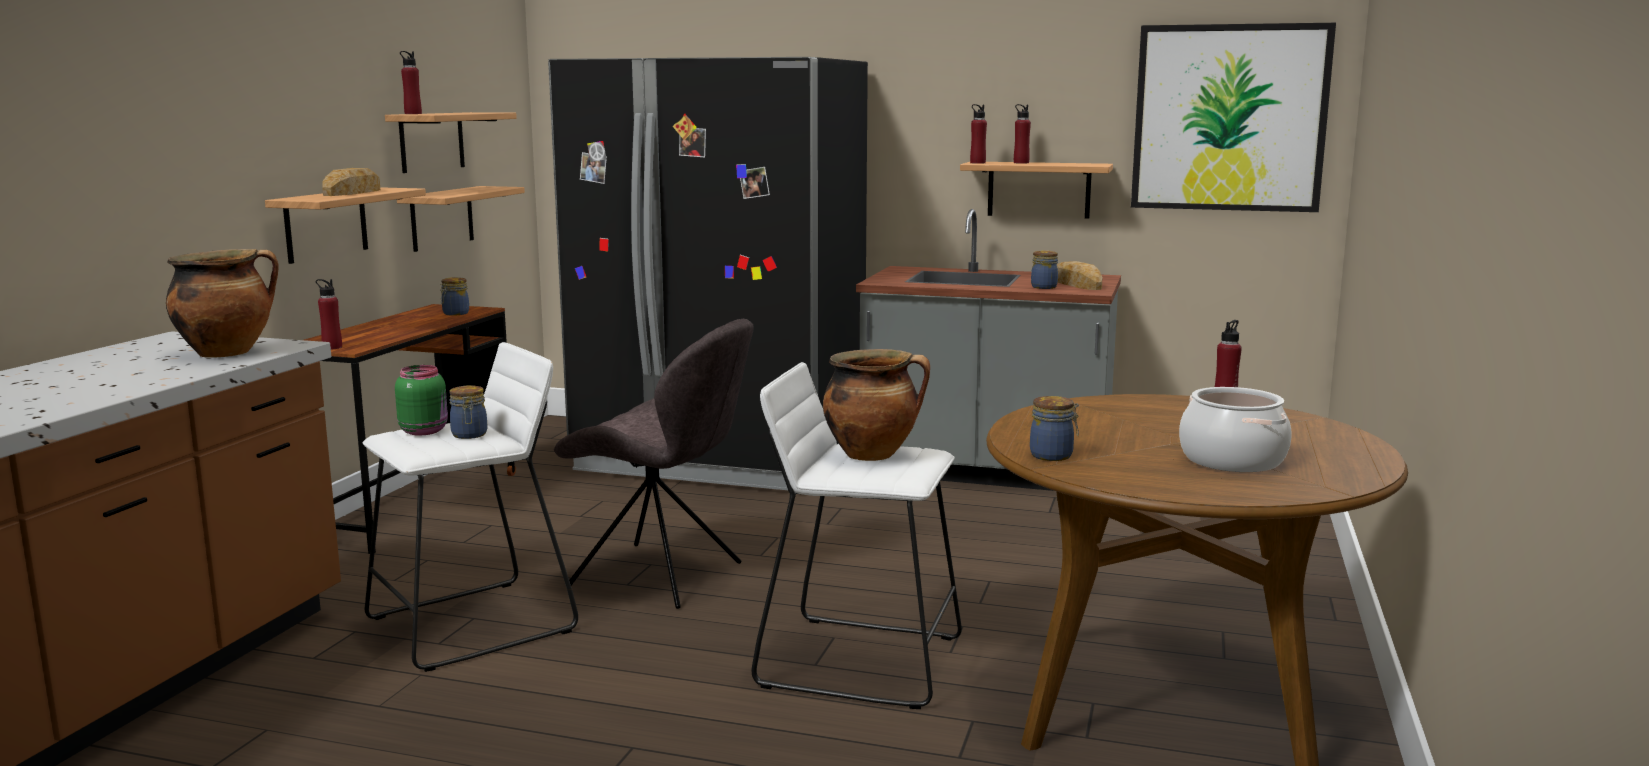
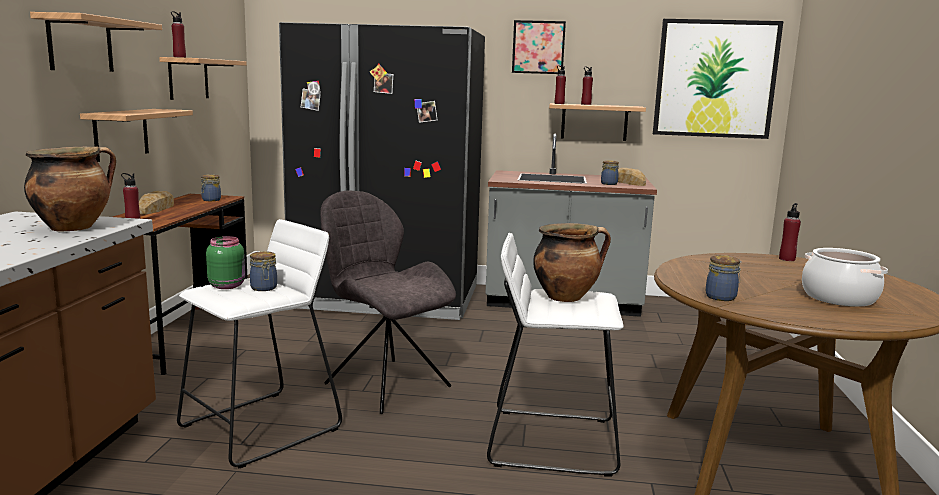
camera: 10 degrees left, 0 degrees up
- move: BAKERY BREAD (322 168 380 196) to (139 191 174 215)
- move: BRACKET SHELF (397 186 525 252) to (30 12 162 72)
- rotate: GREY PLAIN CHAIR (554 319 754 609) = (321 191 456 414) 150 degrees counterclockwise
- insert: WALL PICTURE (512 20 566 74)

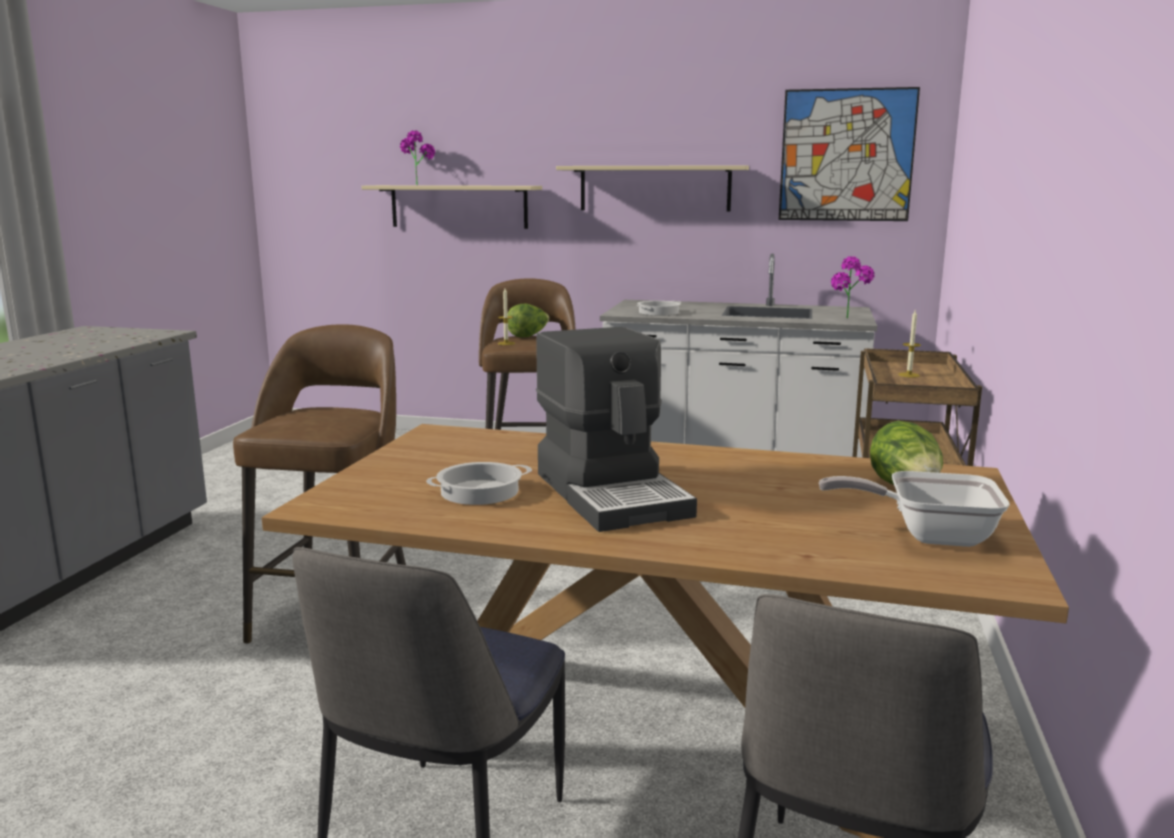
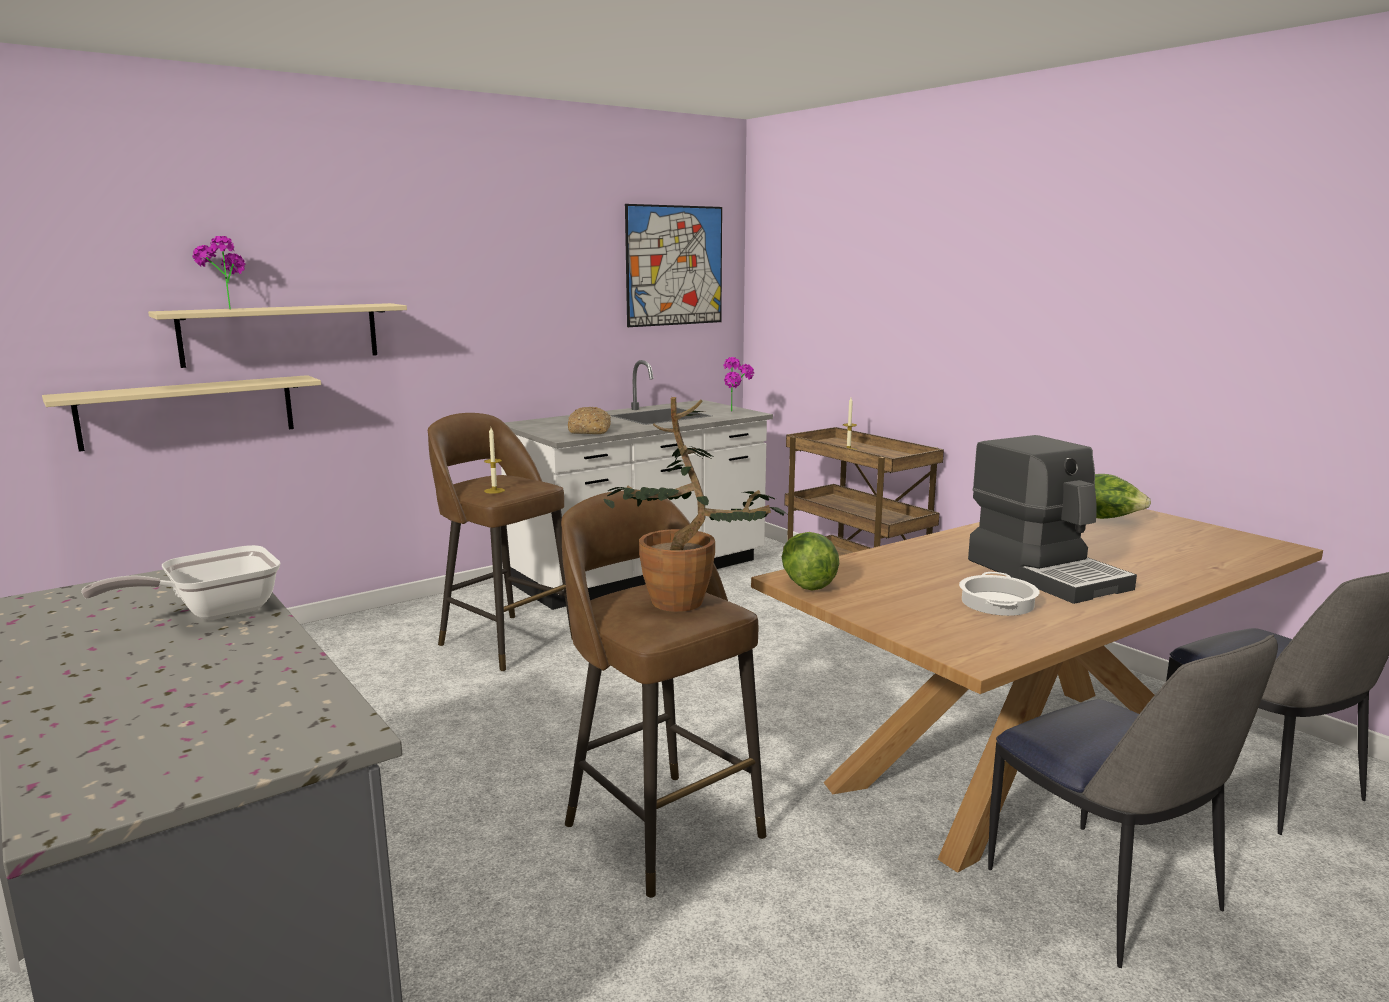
camera: 50 degrees left, 0 degrees up
- move: BEIGE BRACKET SHELF (556 165 749 212) to (42 375 321 452)
- replace: SAUCEPOT (636 301 681 316) to BAKERY BREAD (568 407 611 434)
- move: LETTUCE HEAD (507 304 550 337) to (782 532 839 591)
- rotate: COFFEE MACHINE (536 327 697 532) = (968 435 1137 604) 45 degrees clockwise
- move: PAN (819 471 1010 547) to (81 545 281 620)
- insert: HOUSEPLANT (604 397 787 612)

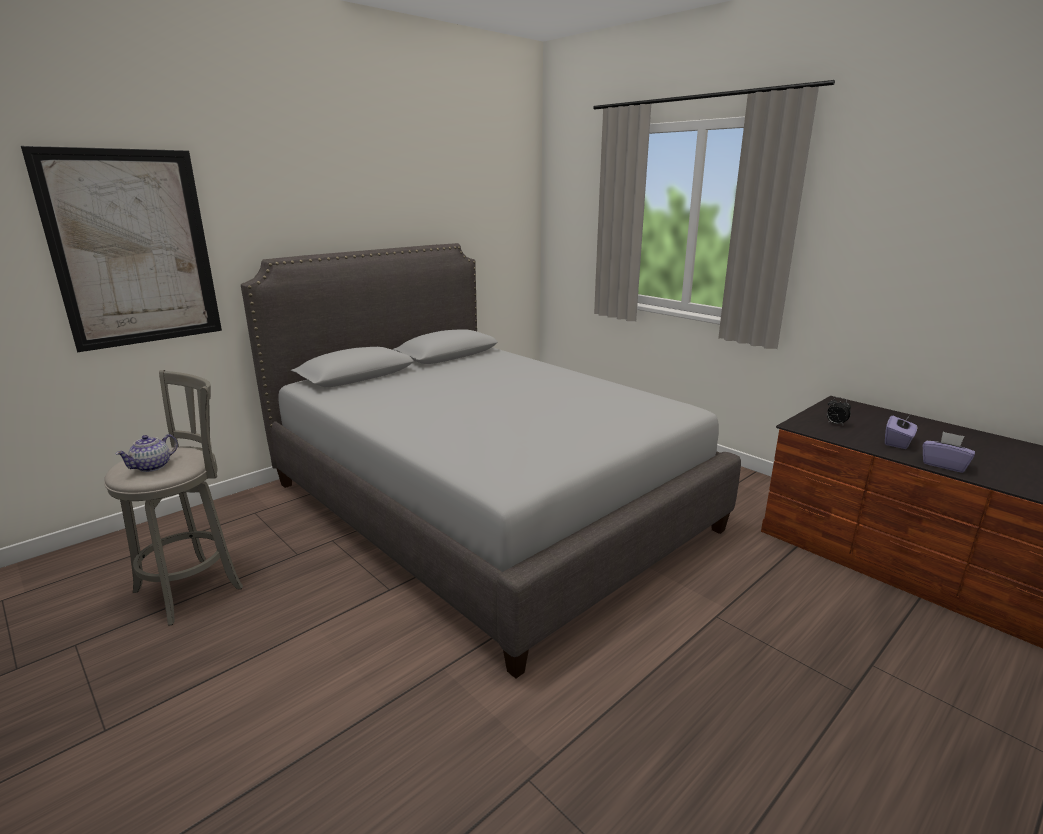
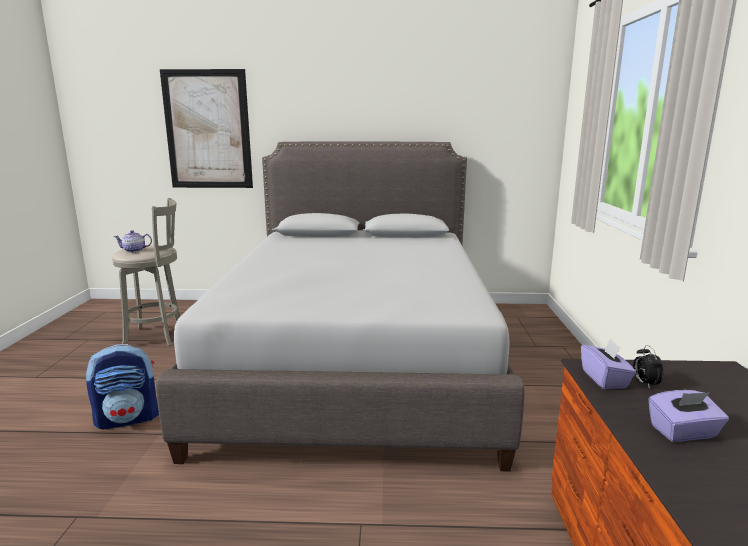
camera: 45 degrees right, 5 degrees down
- move: PURPLISH TISSUE BOX (923 431 975 473) to (581 338 636 389)
- insert: BACKPACK (86 344 159 429)

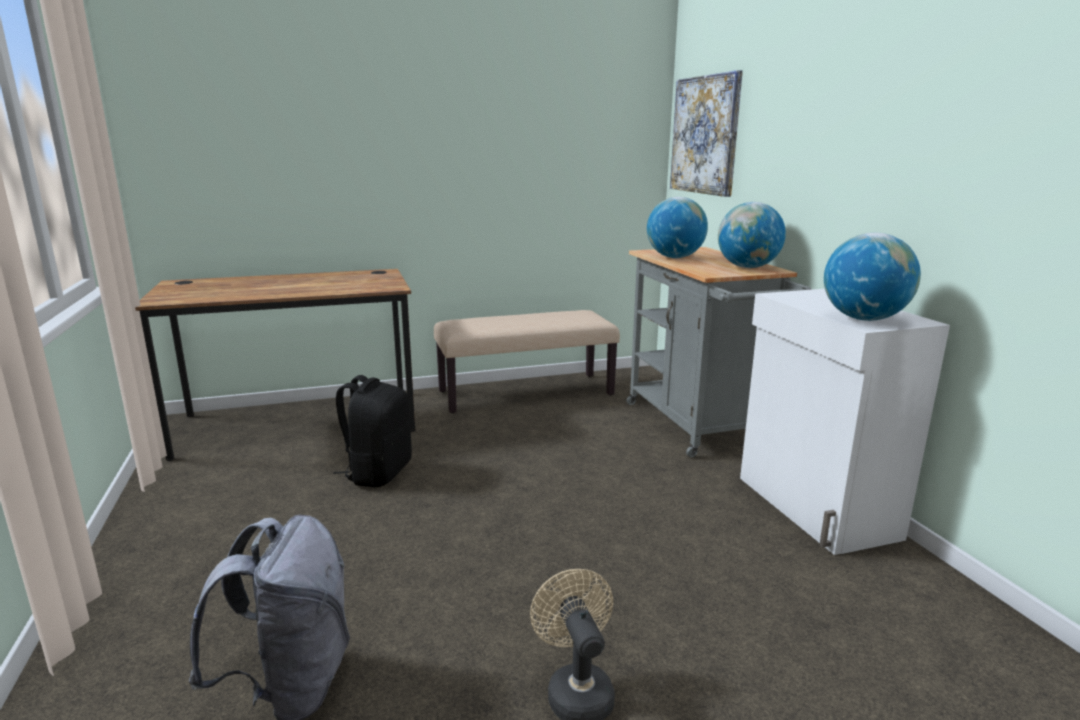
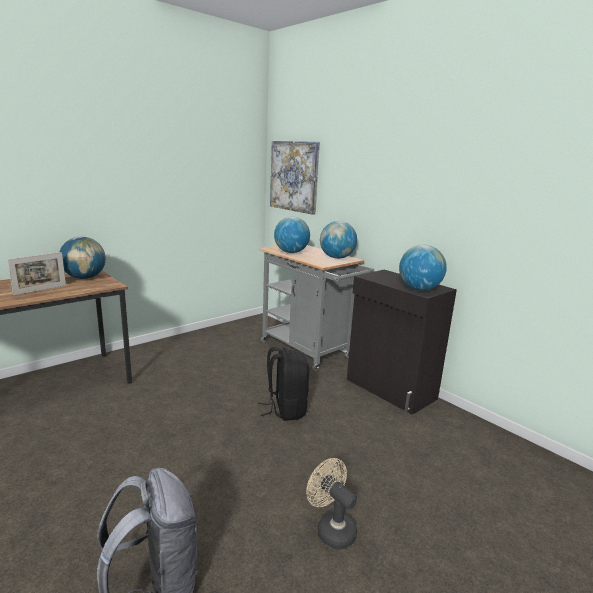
camera: 25 degrees left, 0 degrees up
- recolor: WHITE CABINET (740 289 950 555) to BLACK-COLOURED CABINET (347 270 457 414)
- delete: BEIGE LONG SEAT (434 310 620 413)
- move: BLACK-COLOURED BACKPACK (333 375 412 487) to (258 347 309 421)
- insert: GLOBE (60 237 106 279)
- insert: PHOTO FRAME (7 252 66 295)

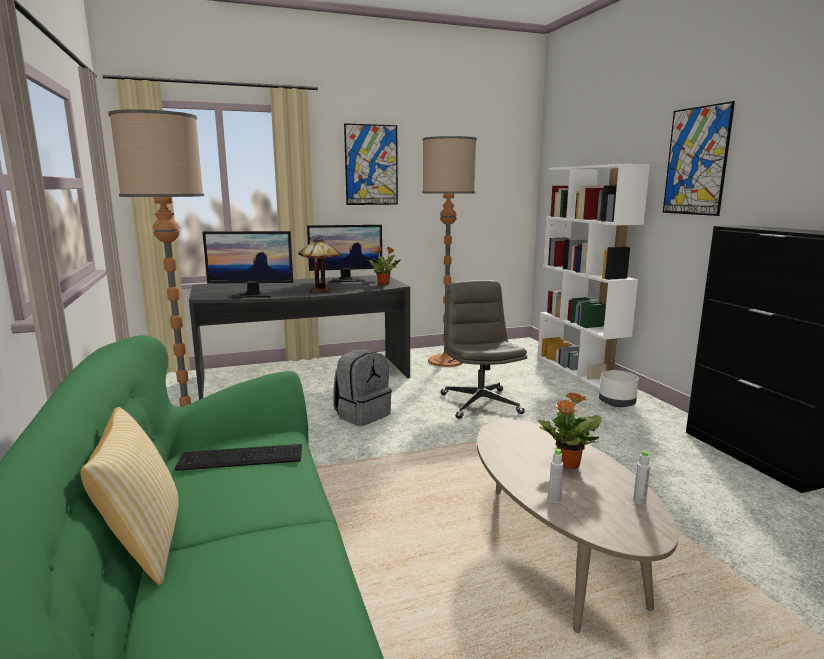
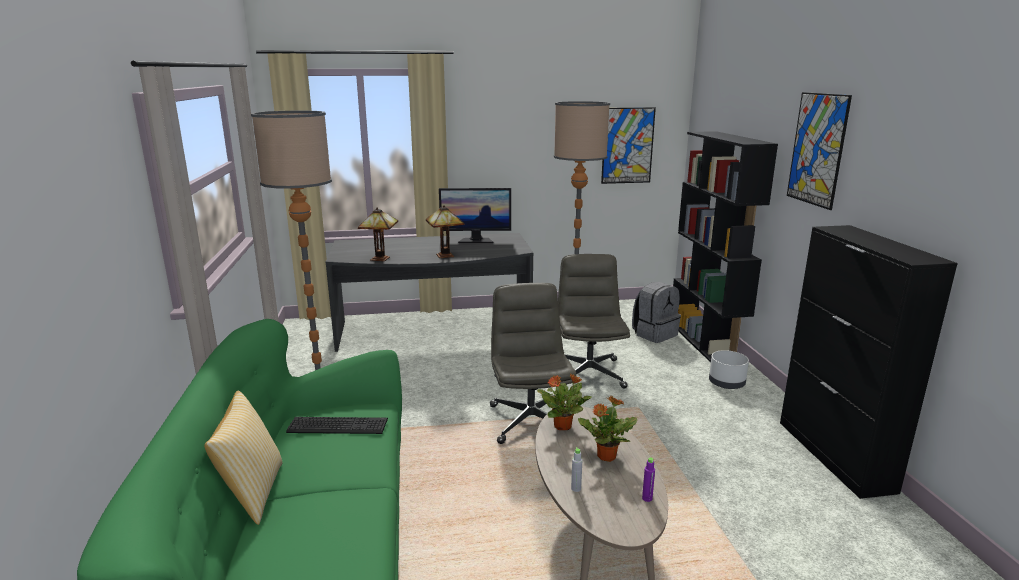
camera: 10 degrees right, 5 degrees up
- move: WALL PICTURE (344 123 398 205) to (601 107 656 184)
- recolor: WHITE BOOKCASE (538 164 650 390) to BLACK-COLOURED BOOKCASE (673 131 778 362)
- replace: MONITOR (202 231 293 298) to TABLETOP LAMP (358 208 398 261)
- move: HOUSEPLANT (366 247 401 285) to (537 373 592 430)
- move: GREY BACKPACK (333 349 392 426) to (632 282 681 343)
- recolor: GREY DRINK BOTTLE (633 450 650 505) to PURPLISH DRINK BOTTLE (642 457 655 502)
- insert: GREY COMPUTER CHAIR (490 283 576 444)

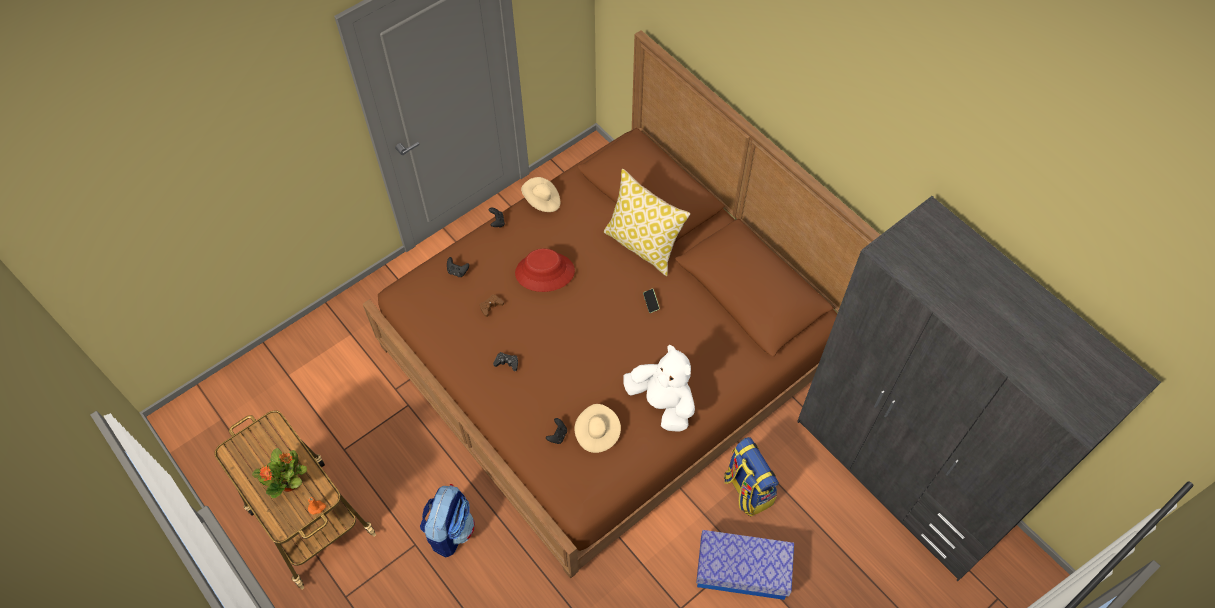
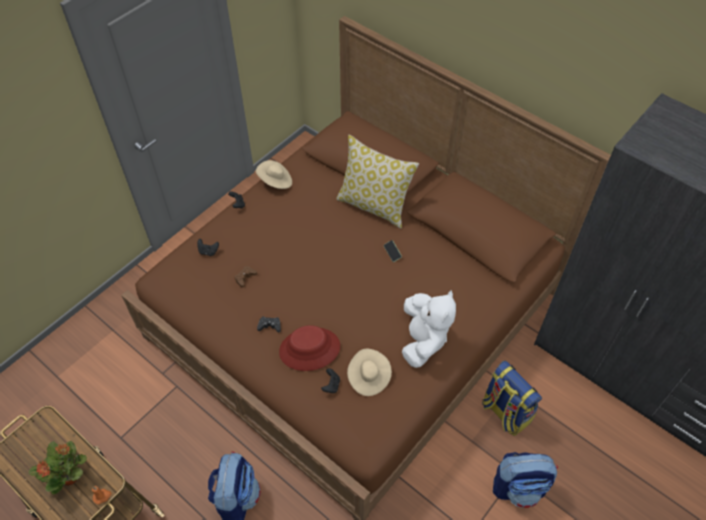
camera: 10 degrees left, 5 degrees down
- move: RED-COLOURED CLOTHING HAT (515 249 575 292) to (279 325 340 371)
- rotate: WHITE PLUSH TOY (623 345 695 432) = (402 290 456 368) 60 degrees clockwise
- replace: STORAGE CONTAINER (696 530 794 600) to BACKPACK (493 452 558 508)

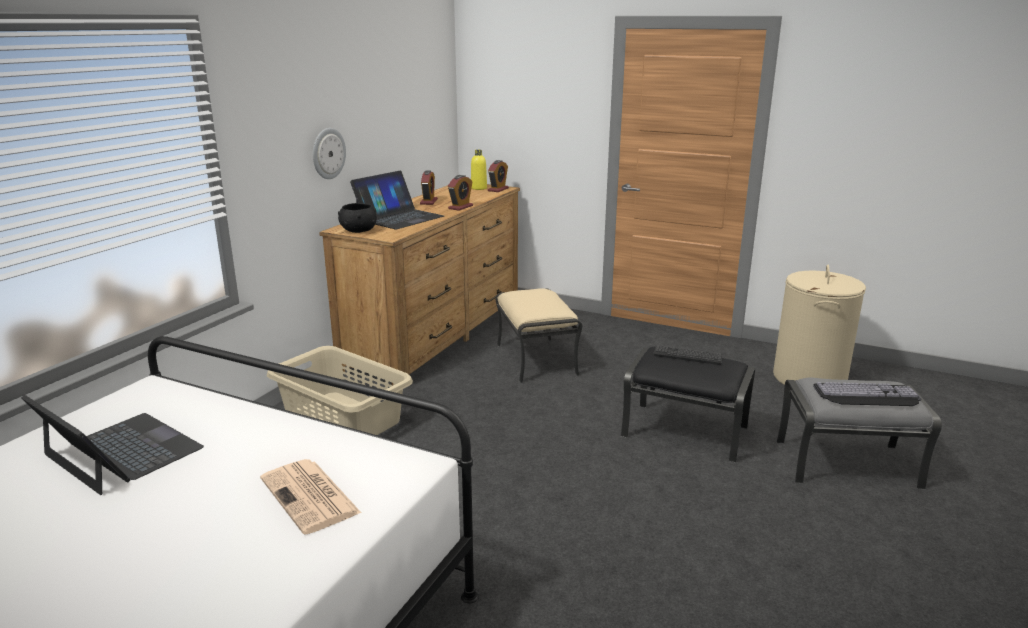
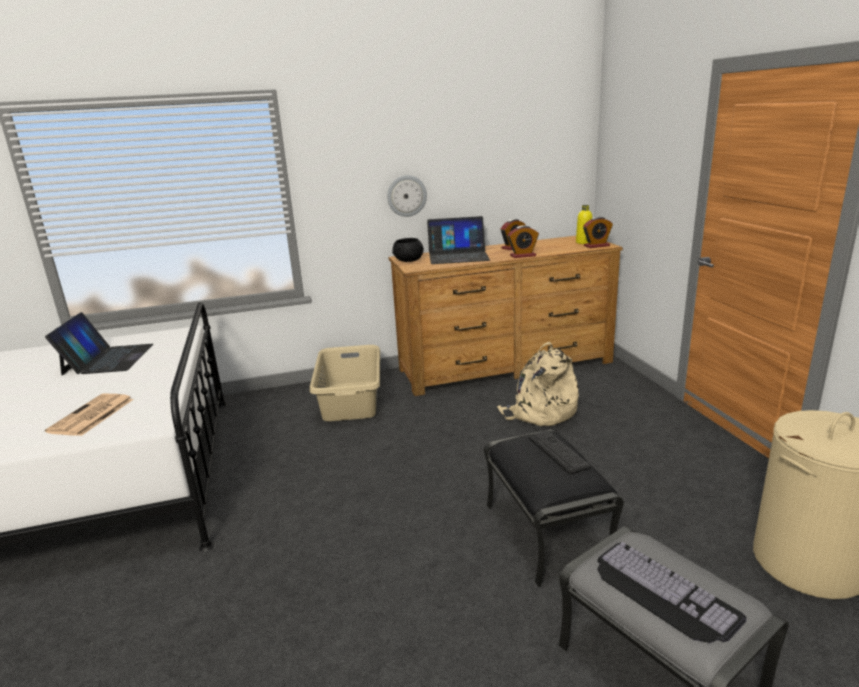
camera: 50 degrees right, 0 degrees up
- replace: BEIGE FOOTREST (495 288 582 383) to BEIGE BACKPACK (497 342 579 426)

